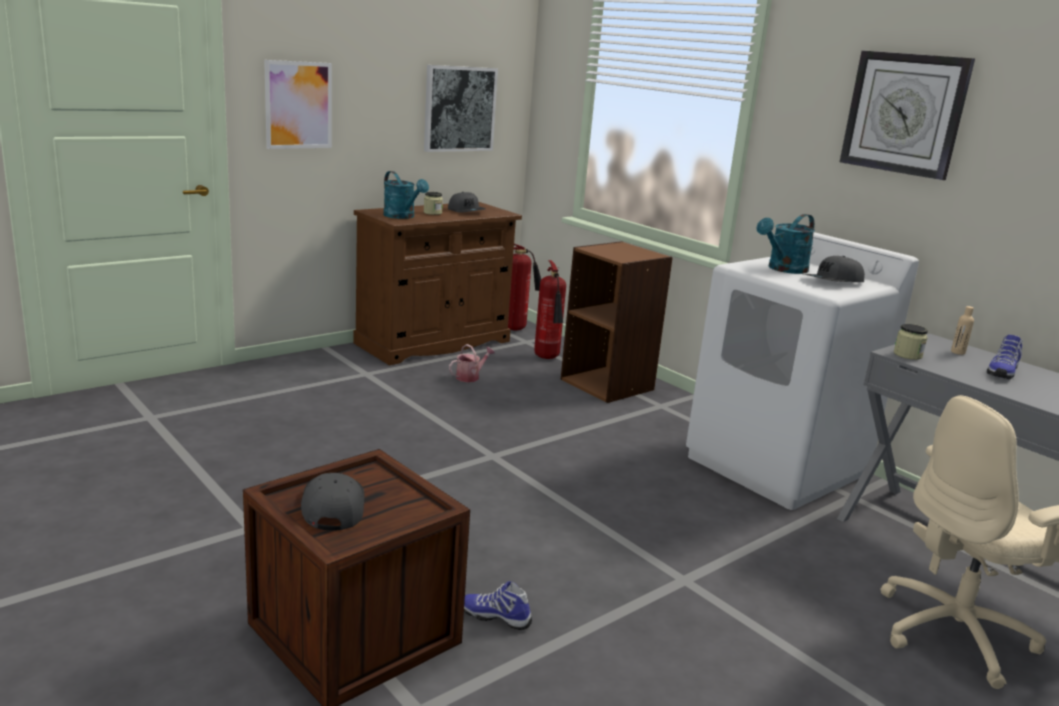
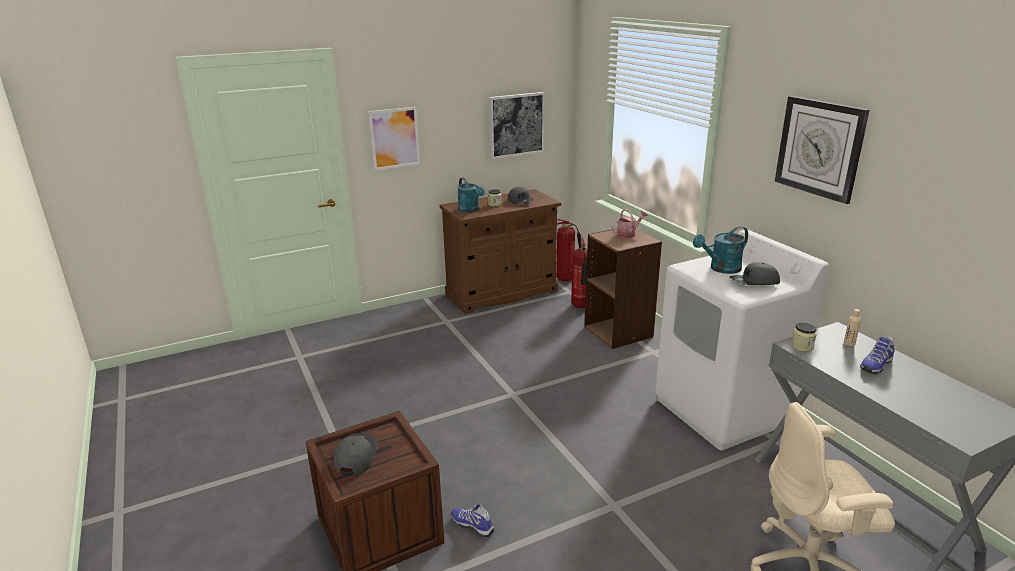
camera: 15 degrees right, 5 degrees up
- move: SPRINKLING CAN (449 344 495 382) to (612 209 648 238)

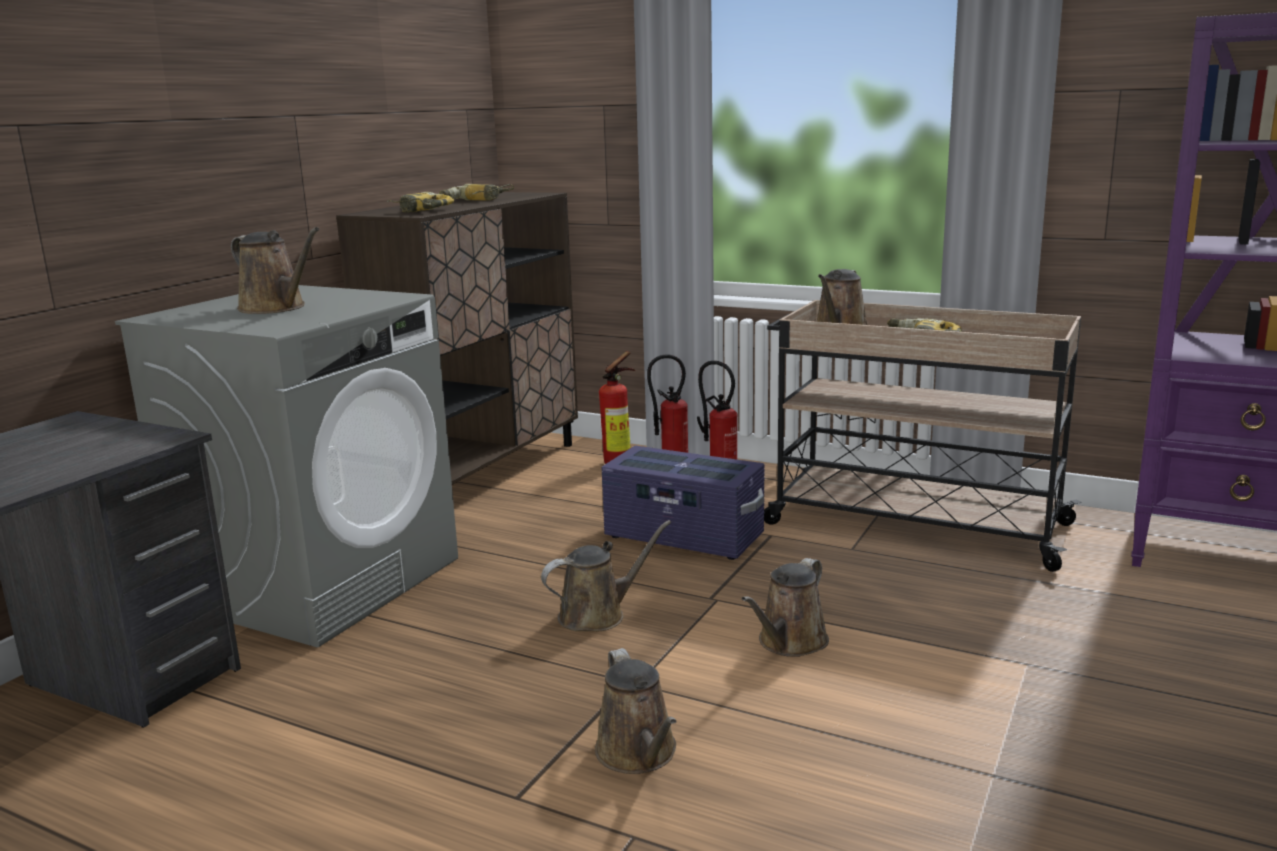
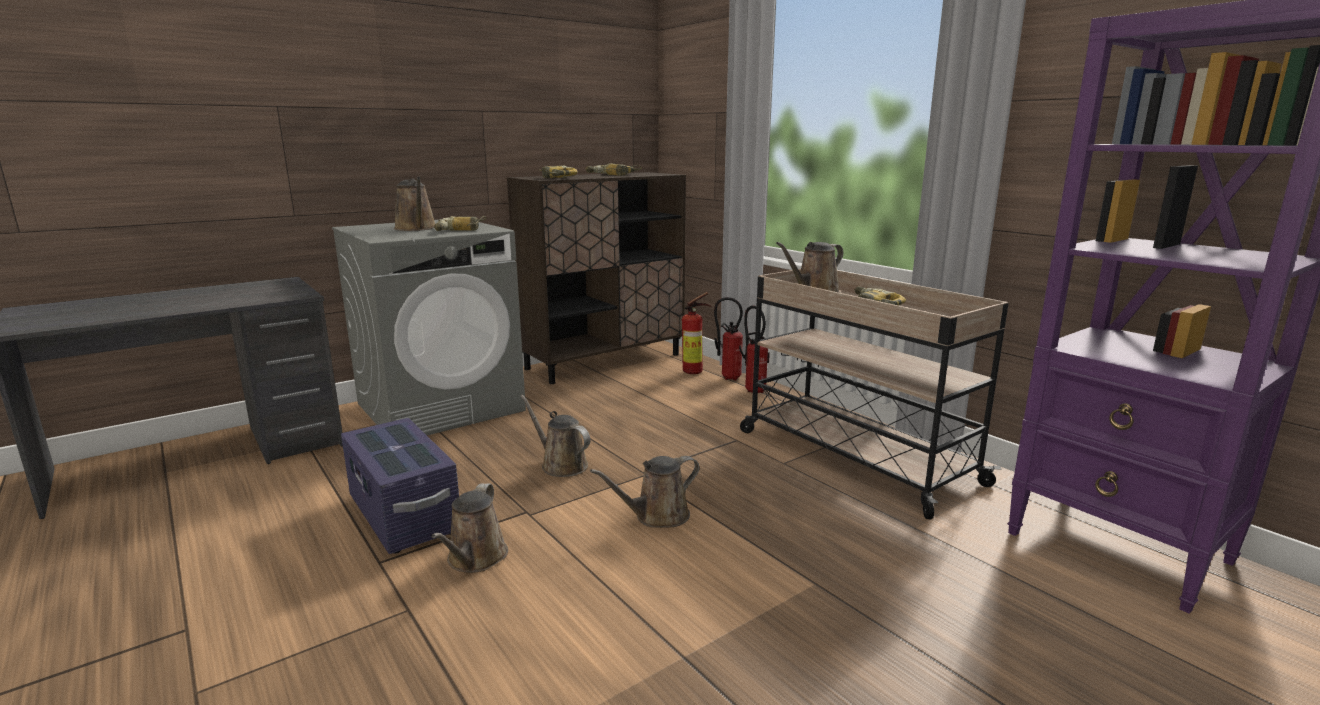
camera: 25 degrees right, 0 degrees up
- move: PURPLISH STORAGE CONTAINER (601 446 764 560) to (341 418 459 554)
- rotate: BROWNISH SPRINKLING CAN (541 520 671 632) = (520 395 590 477) 135 degrees counterclockwise
- insert: POWER DRILL (434 216 486 231)

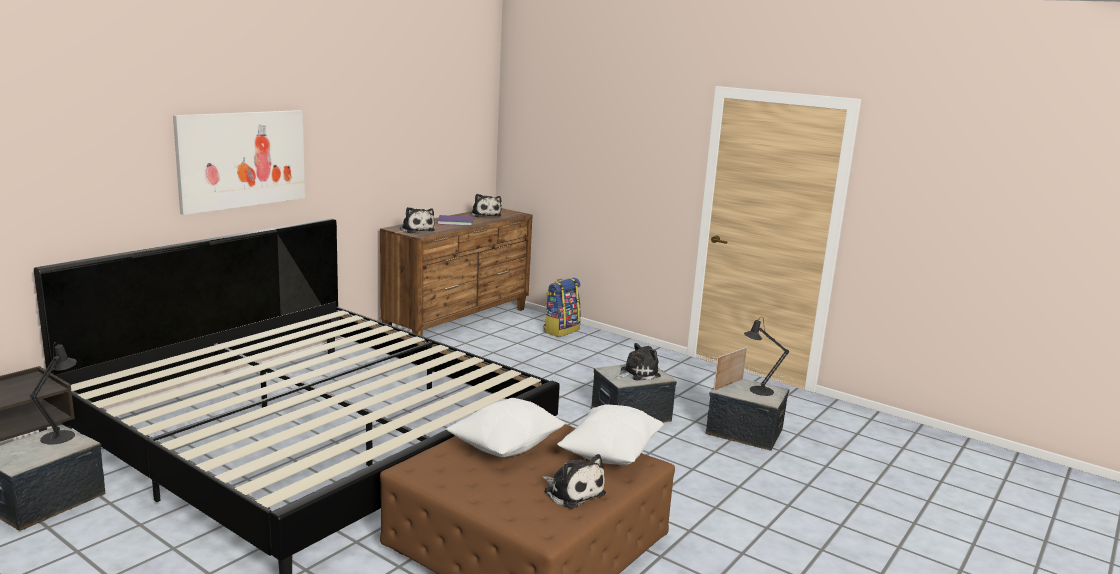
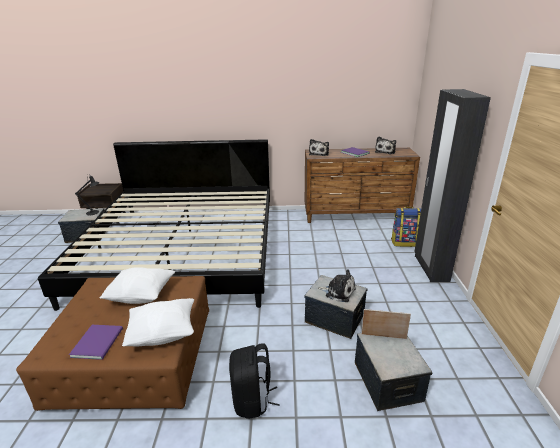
camera: 55 degrees right, 10 degrees up
- delete: WALL PICTURE (173 110 305 215)
- delete: BLACK-COLOURED TABLETOP LAMP (744 317 789 396)
- replace: PLUSH TOY (542 454 606 509) to PURPLISH BOOK (69 325 123 360)
- insert: BLACK-COLOURED ARMOIRE (414 89 491 282)
- insert: BLACK-COLOURED BACKPACK (229 343 280 419)

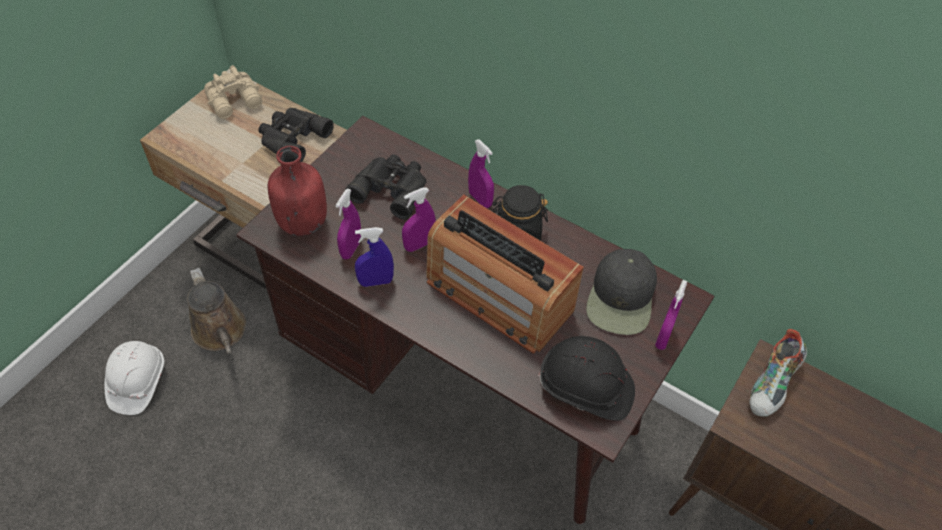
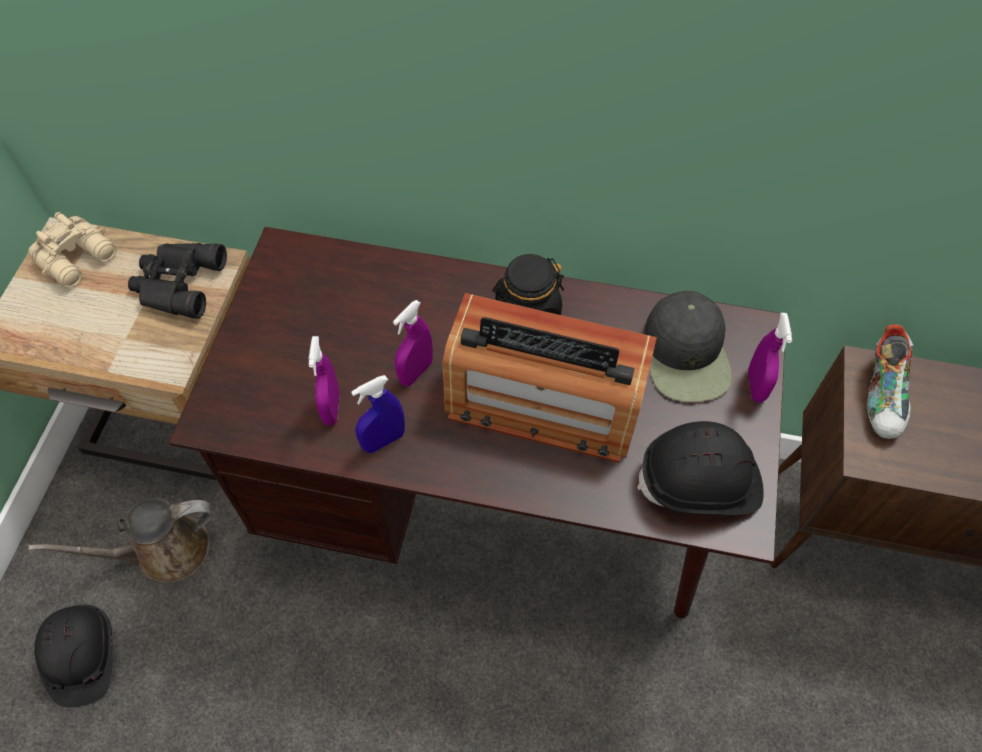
camera: 20 degrees left, 5 degrees up
- delete: PURPLISH HAND SPRAYER (468 139 494 208)
- delete: RED-COLOURED DRINK BOTTLE (268 146 327 236)
- delete: BLACK-COLOURED BINOCULARS (345 155 426 220)
- rotate: BROWNISH SPRINKLING CAN (187 267 246 354) = (28 498 213 583) 120 degrees clockwise
- recolor: WHITE SAFETY HELMET (105 341 164 415) to BLACK-COLOURED SAFETY HELMET (34 605 112 708)

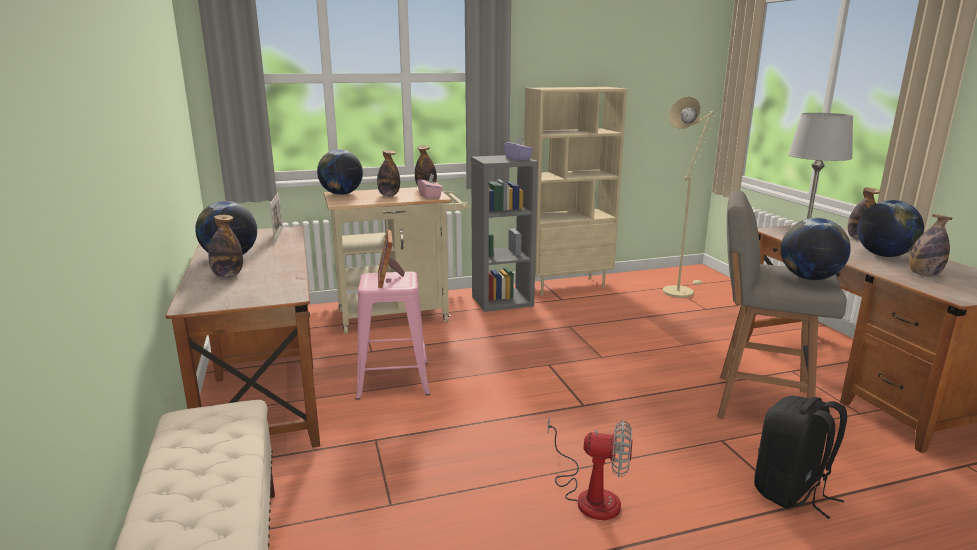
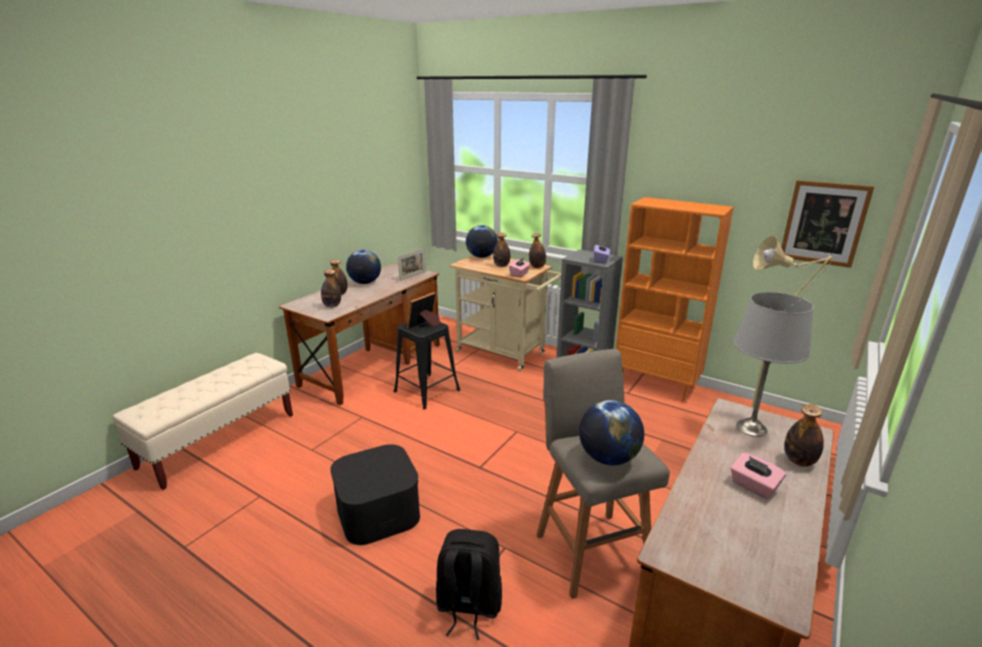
camera: 50 degrees right, 5 degrees up
- recolor: BEIGE BOOKCASE (524 87 627 295) to ORANGE BOOKCASE (616 197 734 401)
- replace: GLOBE (857 200 924 257) to PINKISH TISSUE BOX (731 452 786 499)
- move: DRINK BOTTLE (909 214 953 276) to (321 269 341 307)
- recolor: PINKISH STOOL SEAT (355 271 430 400) to BLACK-COLOURED STOOL SEAT (394 321 460 410)
- replace: COOLING FAN (547 416 633 520) to BLACK-COLOURED STORAGE CONTAINER (330 444 420 545)
- insert: WALL PICTURE (781 180 874 268)

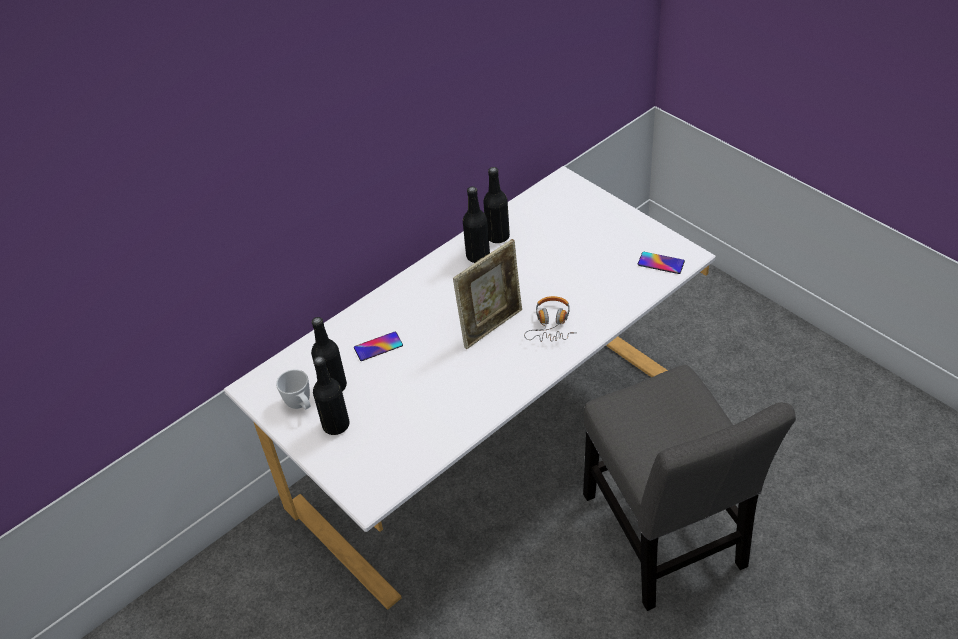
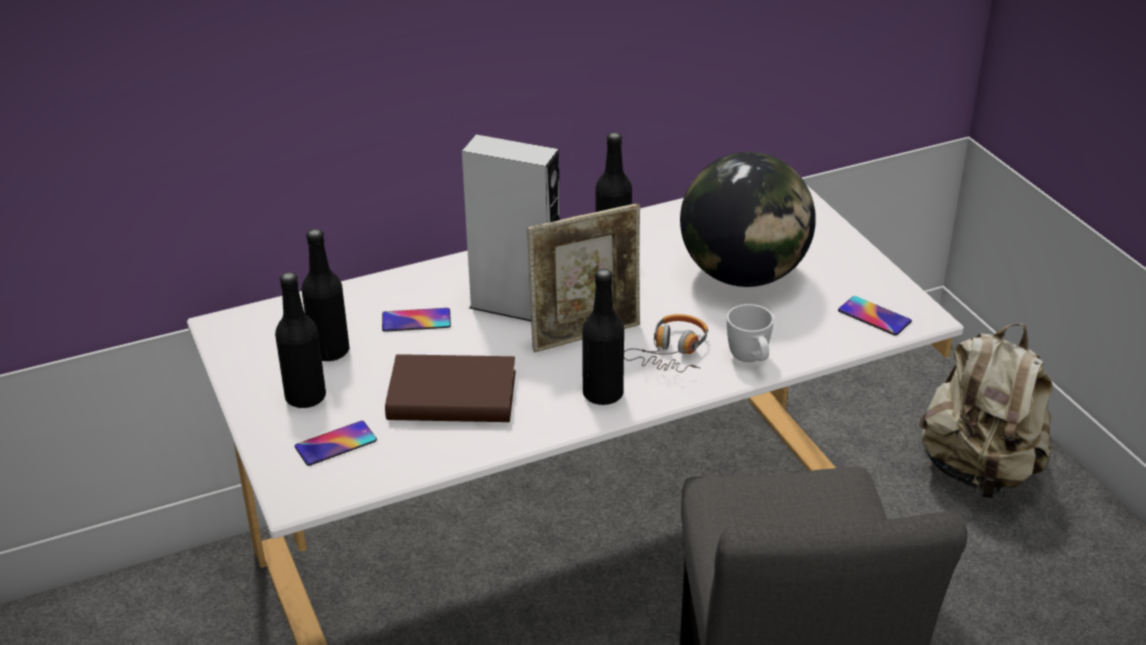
camera: 15 degrees right, 10 degrees down
- move: BLACK-COLOURED DRINK BOTTLE (483 167 510 243) to (582 269 624 405)
- move: WHITE MUG (276 369 311 409) to (727 304 774 362)
- insert: GREY SPEAKER (462 135 560 321)
- insert: GLOBE (680 152 816 287)
- insert: BEIGE BACKPACK (919 323 1053 498)
- insert: BROWNISH BOOK (385 354 516 422)
- insert: TELEPHONE (295 421 377 466)

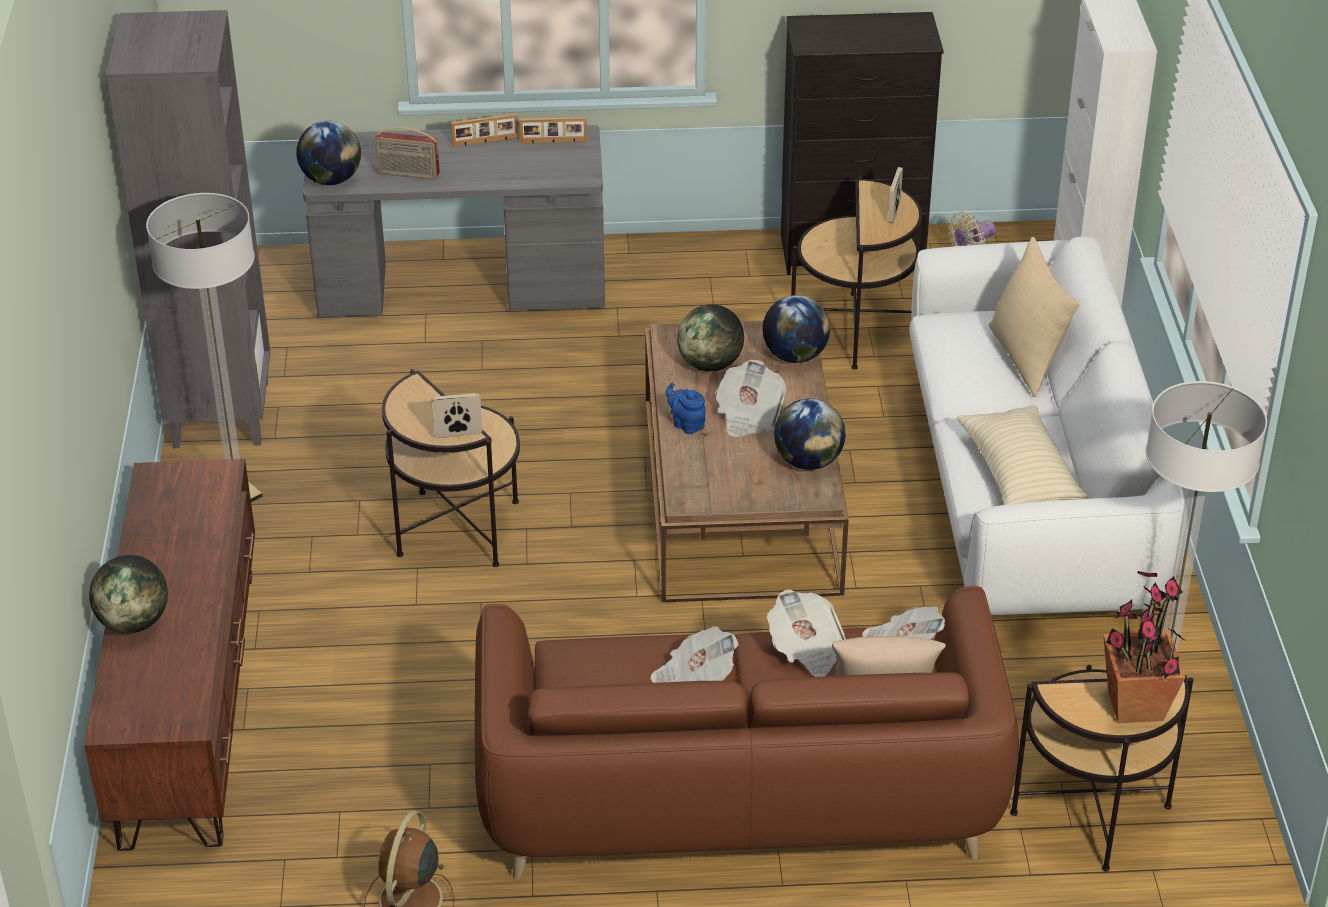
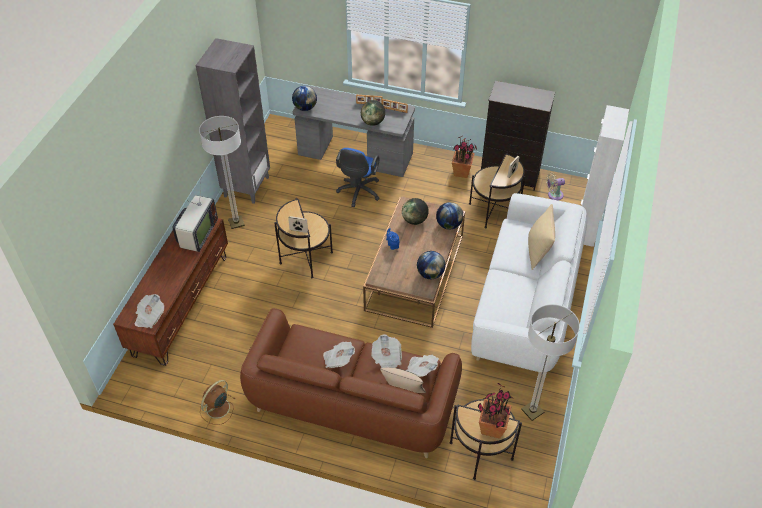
camera: 20 degrees right, 10 degrees up
- delete: RADIO SET (375 127 440 180)
- move: DAILY PAPER (715 360 787 437) to (135 294 164 328)
- delete: BEIGE CUSHION (957 405 1088 505)
- move: GLOBE (89 555 168 634) to (361 100 385 126)
- insert: HOUSEPLANT (452 136 477 178)
- insert: BLUISH COMPUTER CHAIR (336 148 380 207)
- insert: TELEVISION (172 185 218 252)

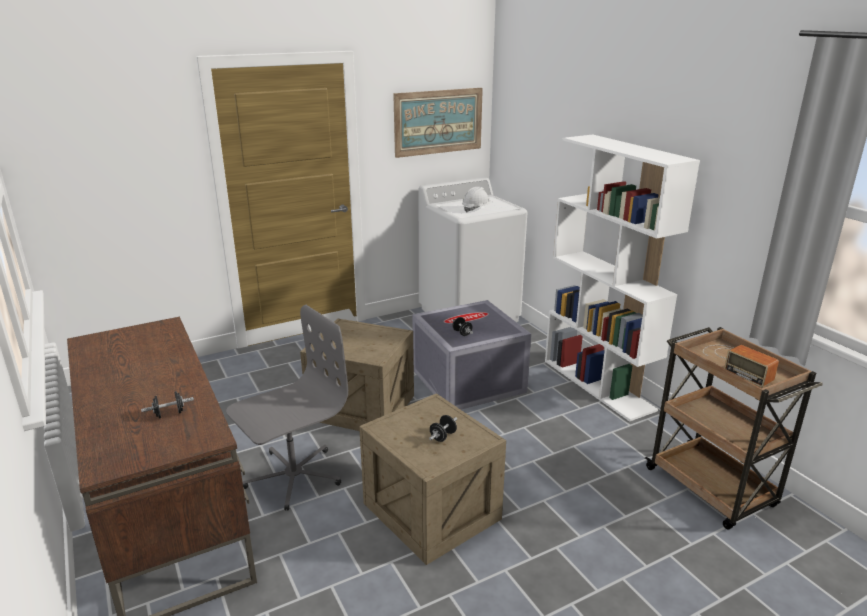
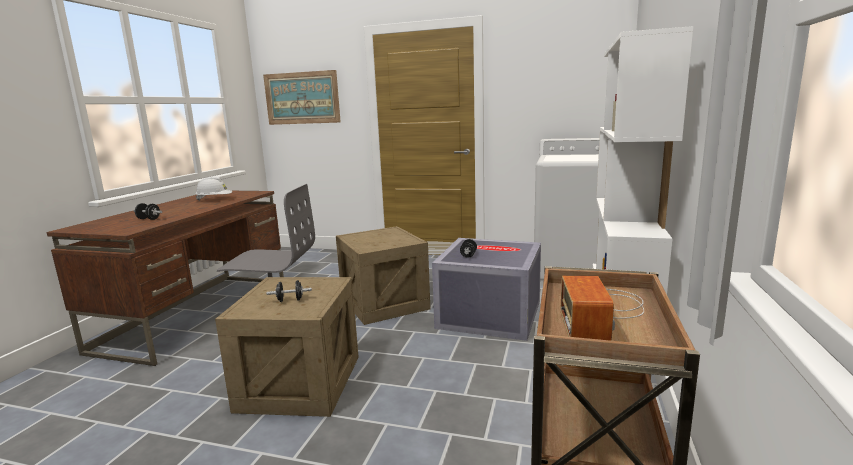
camera: 45 degrees right, 10 degrees down
- move: WALL PICTURE (393 88 483 158) to (263 70 341 125)
- move: WHITE SAFETY HELMET (462 187 492 212) to (195 176 232 201)

